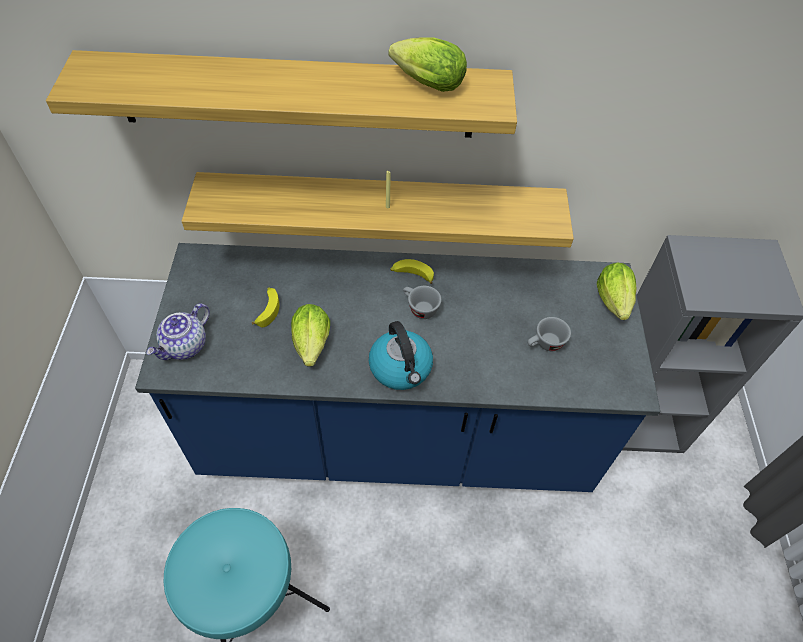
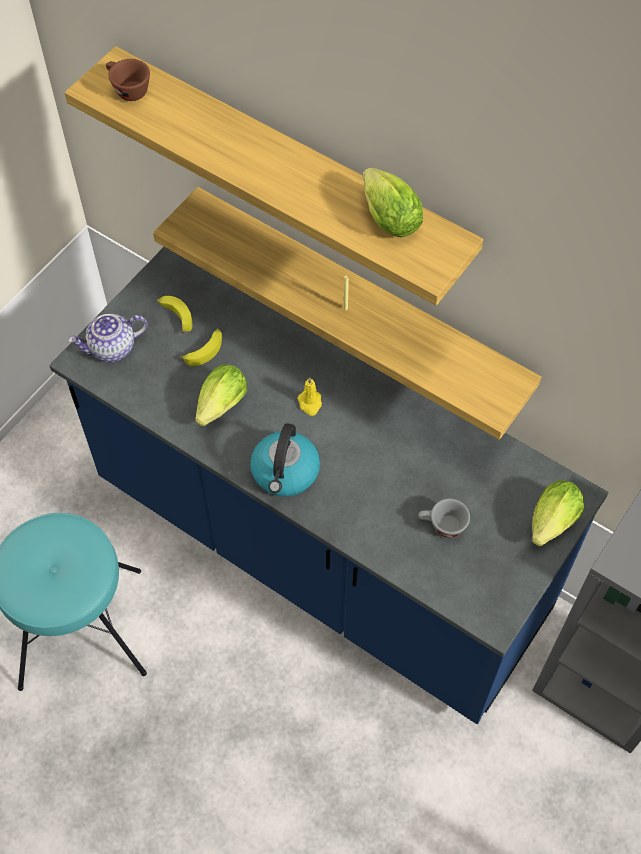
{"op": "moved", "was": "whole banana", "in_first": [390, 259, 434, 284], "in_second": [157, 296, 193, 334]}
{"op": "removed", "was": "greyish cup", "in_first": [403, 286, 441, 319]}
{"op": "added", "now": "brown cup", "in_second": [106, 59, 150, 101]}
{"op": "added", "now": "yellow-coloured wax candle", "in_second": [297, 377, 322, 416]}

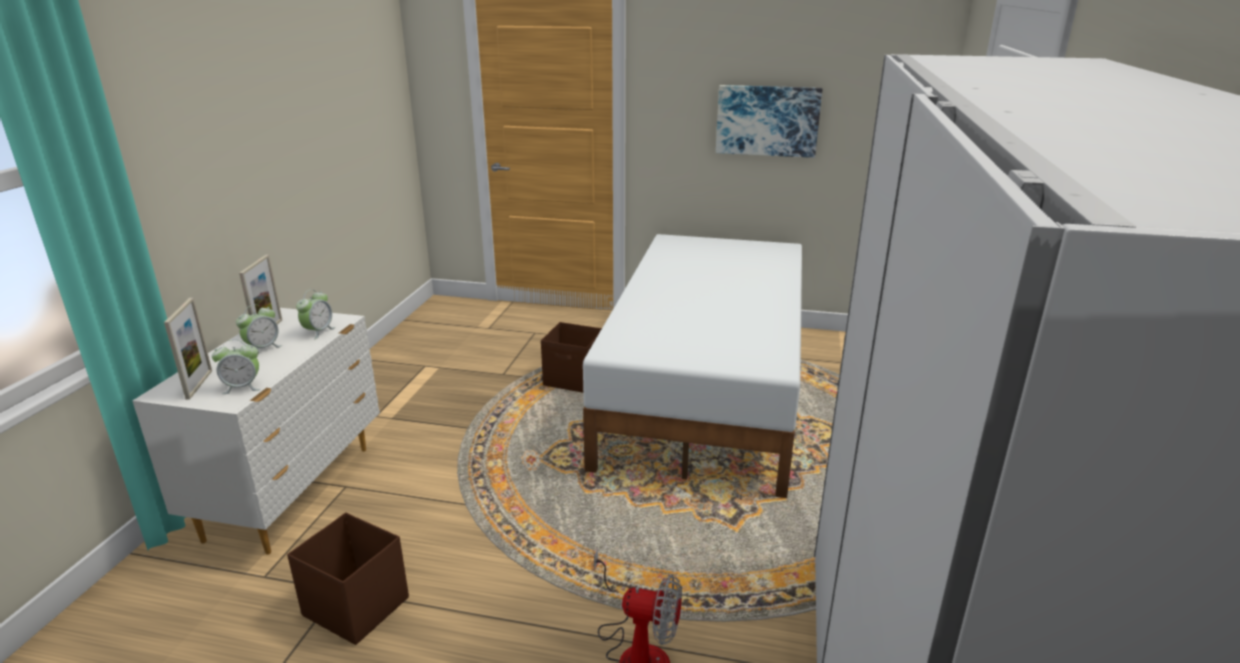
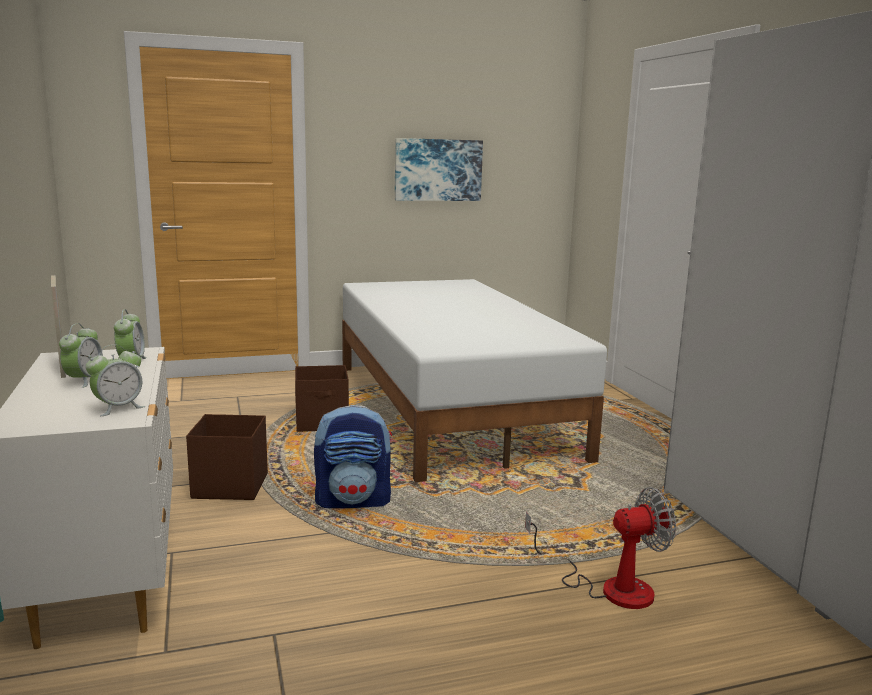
{"op": "removed", "was": "standing frame", "in_first": [164, 298, 212, 400]}
{"op": "moved", "was": "brown storage bin", "in_first": [287, 513, 409, 645], "in_second": [186, 414, 268, 500]}
{"op": "added", "now": "knapsack", "in_second": [314, 405, 392, 508]}

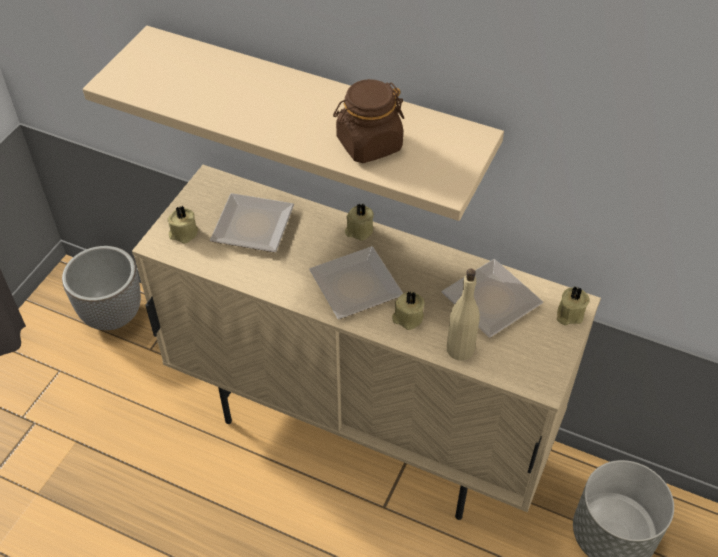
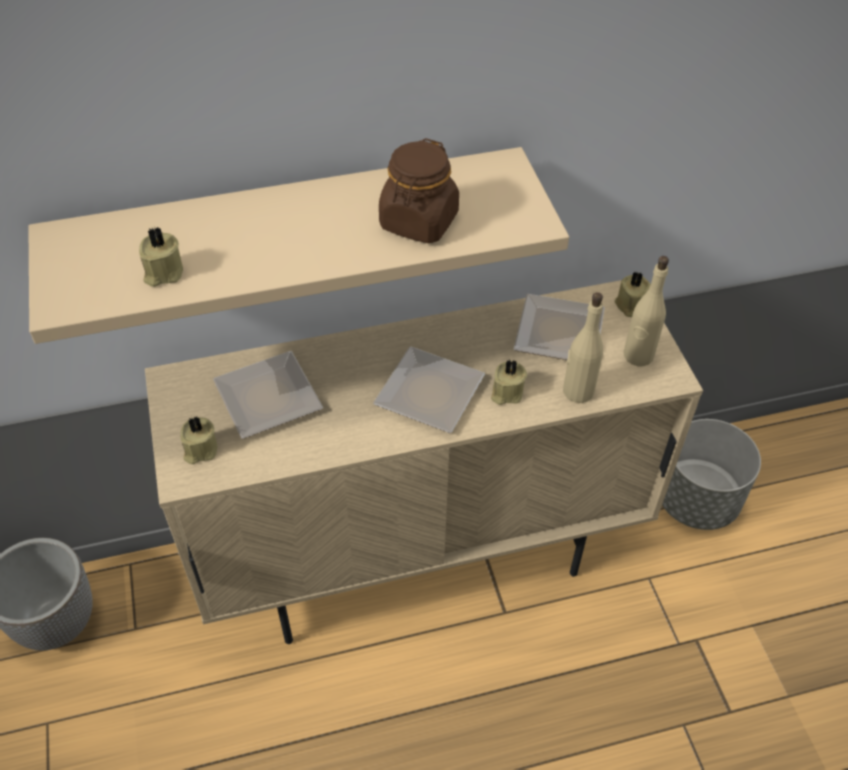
{"op": "moved", "was": "beige wax candle", "in_first": [345, 203, 374, 241], "in_second": [139, 227, 183, 287]}
{"op": "added", "now": "beige drink bottle", "in_second": [623, 256, 669, 366]}

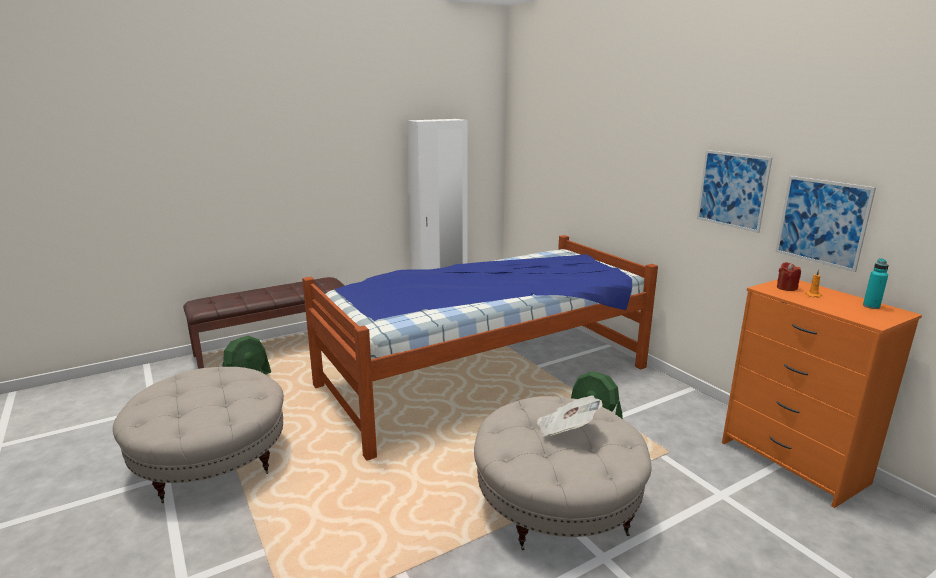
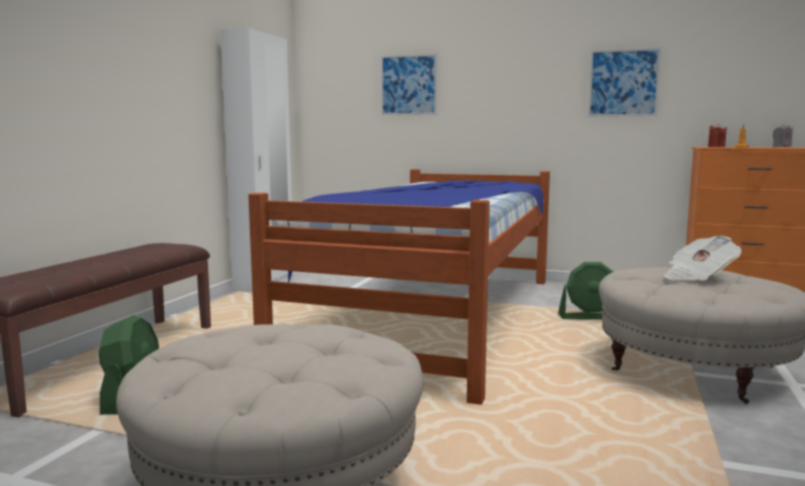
{"op": "moved", "was": "wall art", "in_first": [775, 176, 876, 272], "in_second": [381, 53, 437, 115]}
{"op": "replaced", "was": "turquoise drink bottle", "now": "greyish wax candle", "in_first": [863, 258, 889, 309], "in_second": [773, 124, 793, 147]}

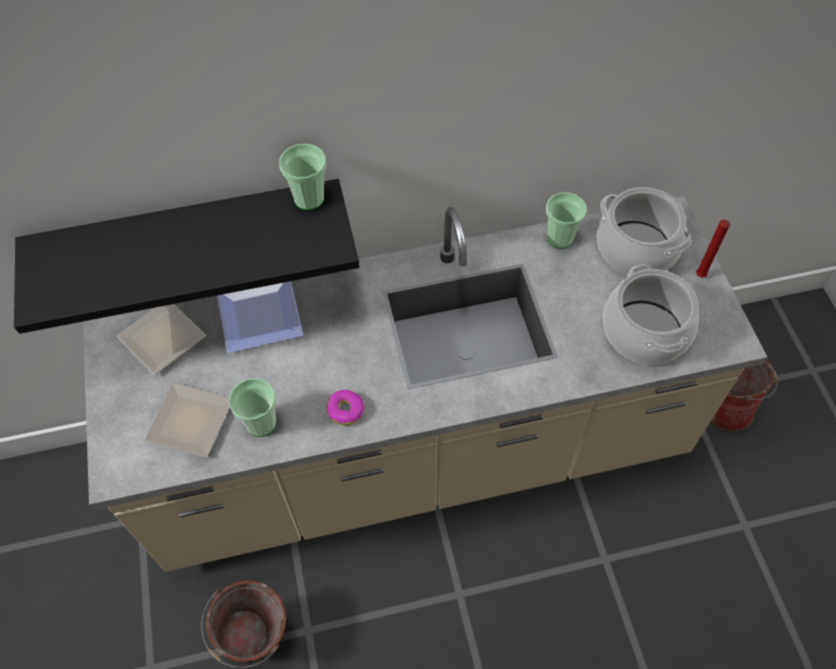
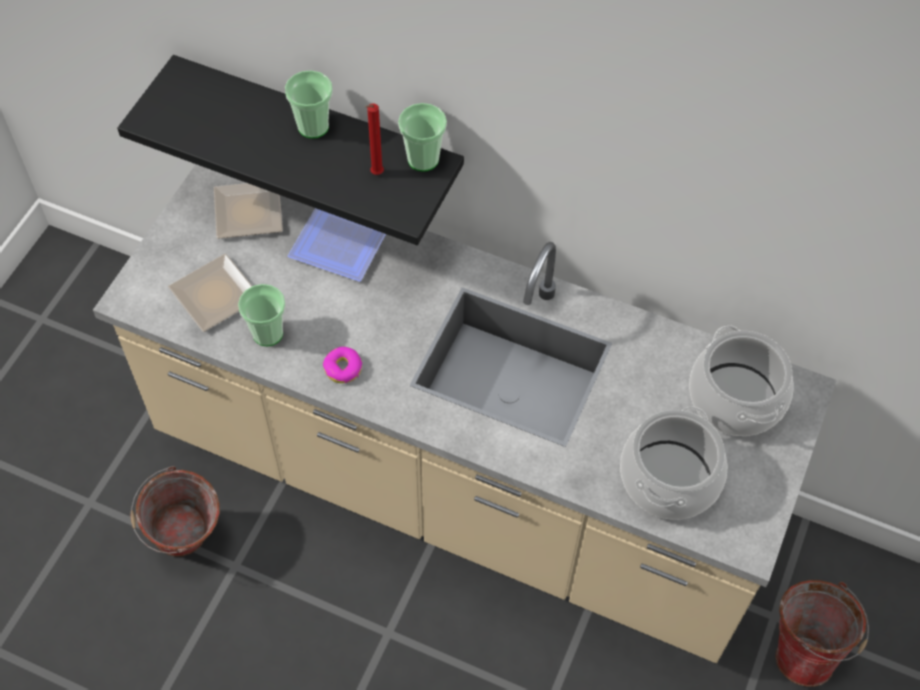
{"op": "moved", "was": "cup", "in_first": [546, 192, 587, 249], "in_second": [285, 71, 333, 138]}
{"op": "moved", "was": "red-coloured wax candle", "in_first": [696, 220, 731, 278], "in_second": [365, 104, 384, 175]}

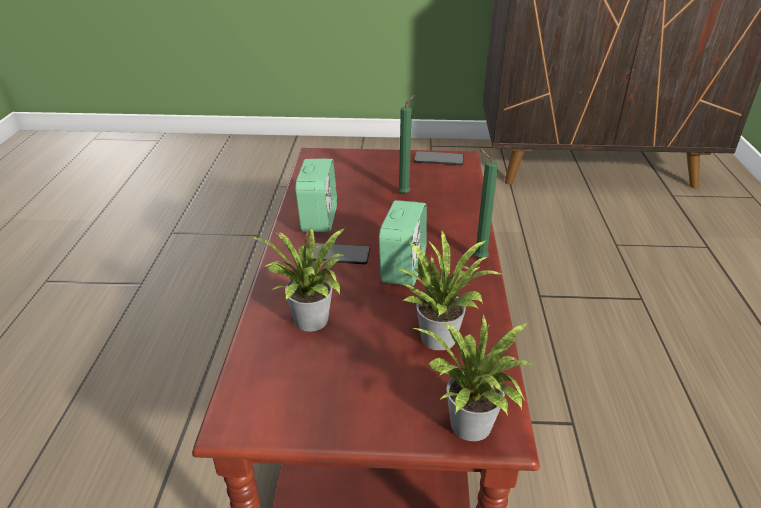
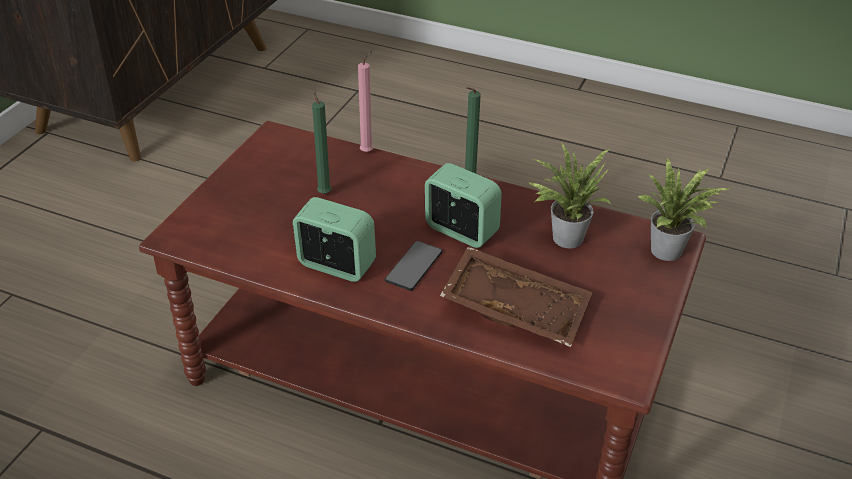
{"op": "removed", "was": "telephone", "in_first": [414, 151, 464, 165]}
{"op": "replaced", "was": "plant in a pot", "now": "brown serving tray", "in_first": [248, 226, 345, 332], "in_second": [440, 246, 593, 347]}
{"op": "added", "now": "pink wax candle", "in_second": [358, 50, 373, 153]}

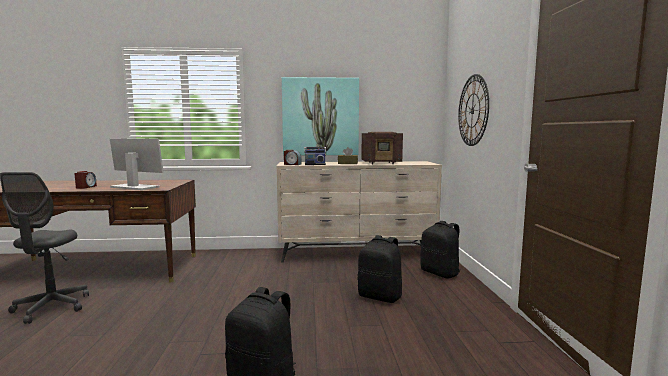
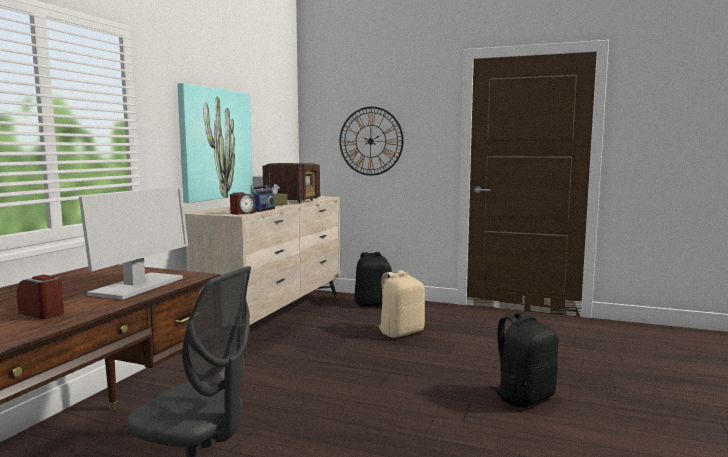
{"op": "turned", "was": "computer display", "in_first": [109, 138, 164, 190], "in_second": [79, 187, 188, 300], "clockwise": 150}
{"op": "recoloured", "was": "blackish knapsack", "now": "beige knapsack", "in_first": [357, 235, 402, 303], "in_second": [378, 270, 425, 338]}

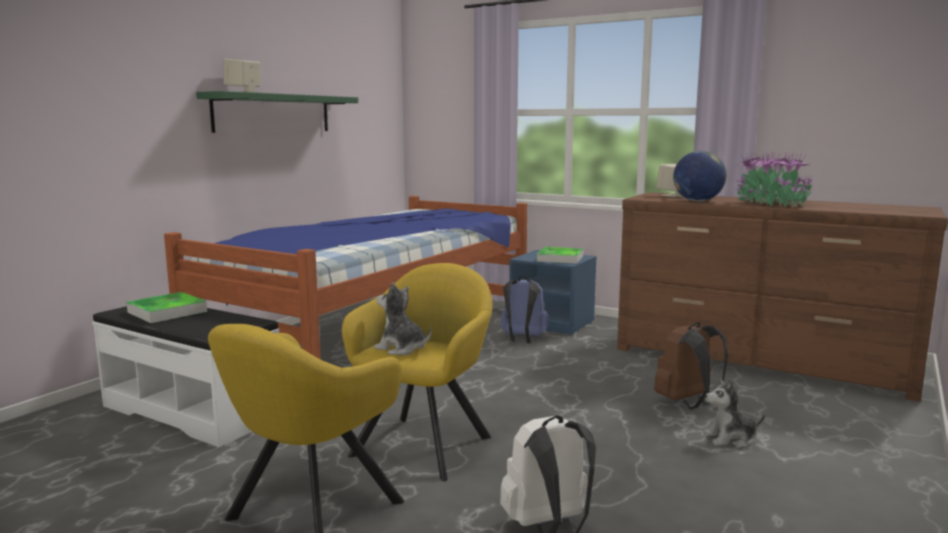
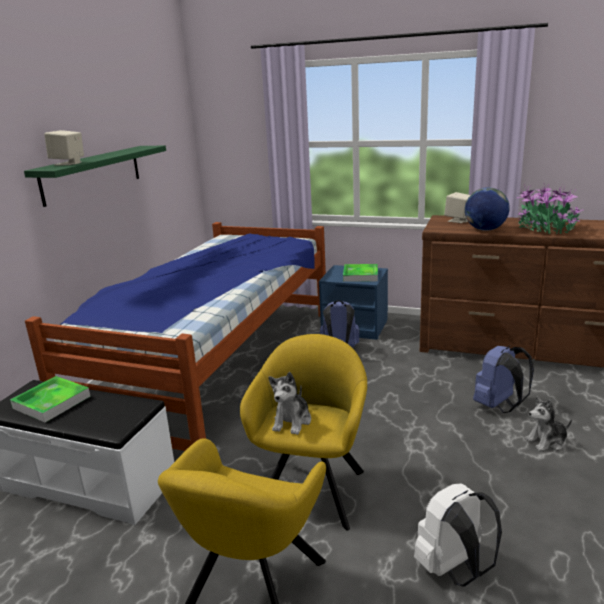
{"op": "turned", "was": "soft toy", "in_first": [374, 282, 432, 355], "in_second": [268, 372, 311, 435], "clockwise": -90}
{"op": "recoloured", "was": "brown knapsack", "now": "bluish knapsack", "in_first": [654, 322, 728, 409], "in_second": [473, 346, 534, 413]}

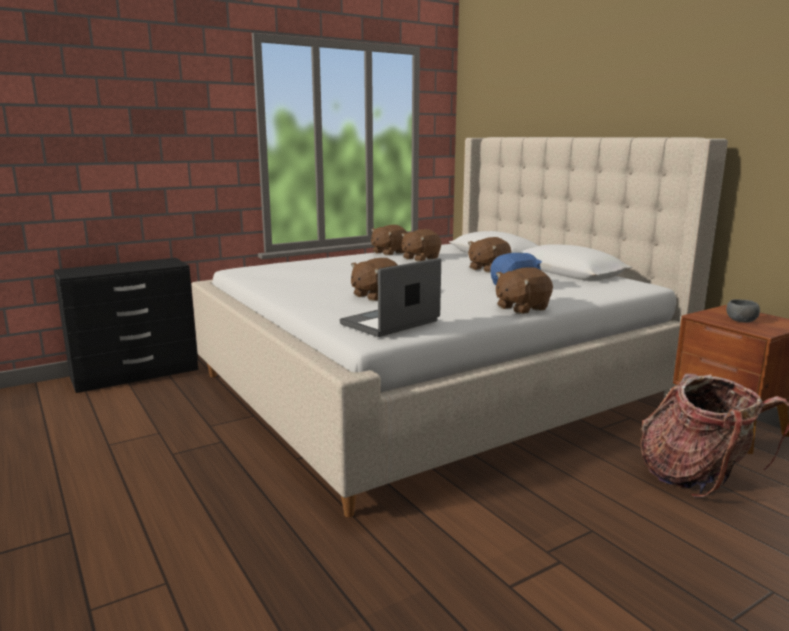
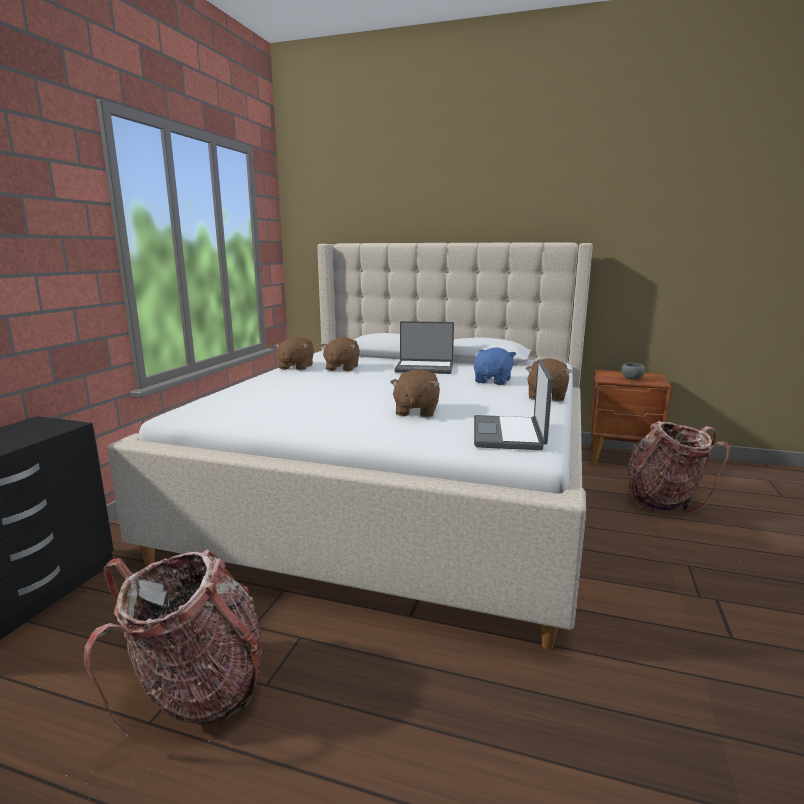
{"op": "replaced", "was": "brown soft toy", "now": "notebook computer", "in_first": [468, 237, 511, 273], "in_second": [394, 321, 454, 374]}
{"op": "added", "now": "knapsack", "in_second": [84, 549, 262, 737]}

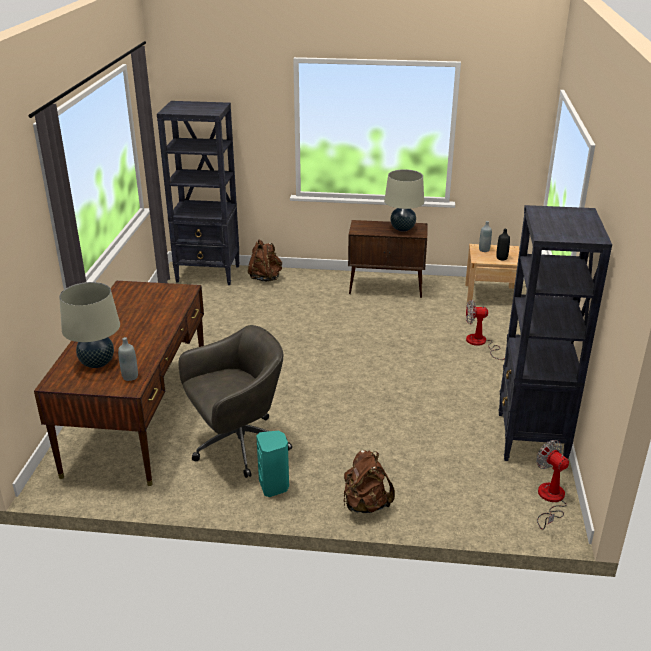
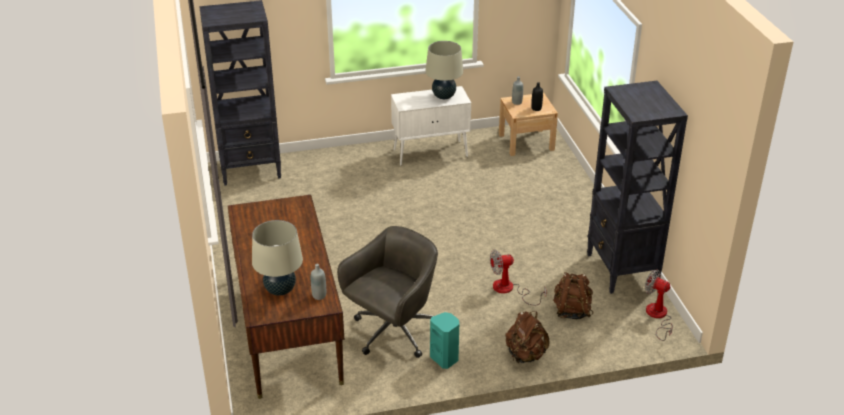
{"op": "recoloured", "was": "brown storage cabinet", "now": "whitish storage cabinet", "in_first": [348, 220, 428, 298], "in_second": [391, 86, 471, 166]}
{"op": "moved", "was": "brown knapsack", "in_first": [248, 240, 282, 282], "in_second": [553, 272, 593, 319]}
{"op": "moved", "was": "electric fan", "in_first": [466, 300, 505, 360], "in_second": [490, 249, 547, 306]}

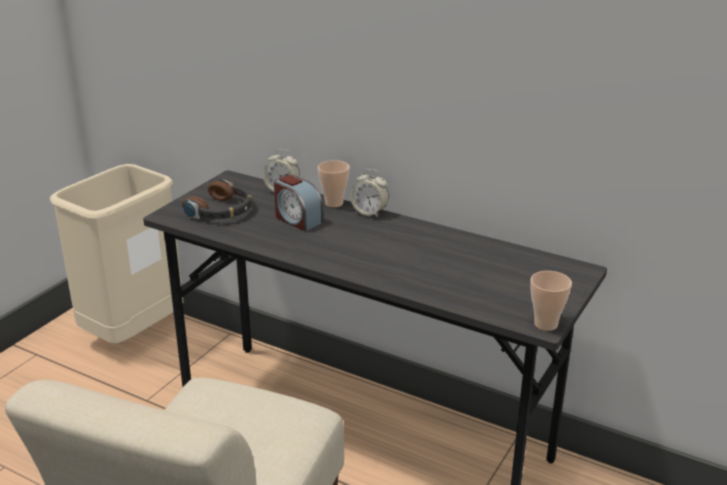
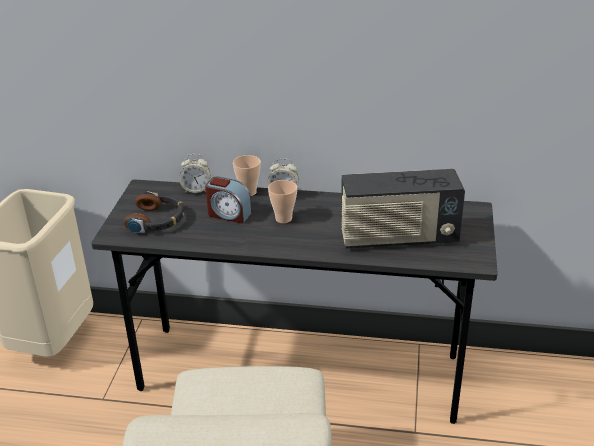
{"op": "moved", "was": "cup", "in_first": [530, 271, 572, 331], "in_second": [268, 180, 297, 223]}
{"op": "added", "now": "radio receiver", "in_second": [341, 169, 465, 249]}

